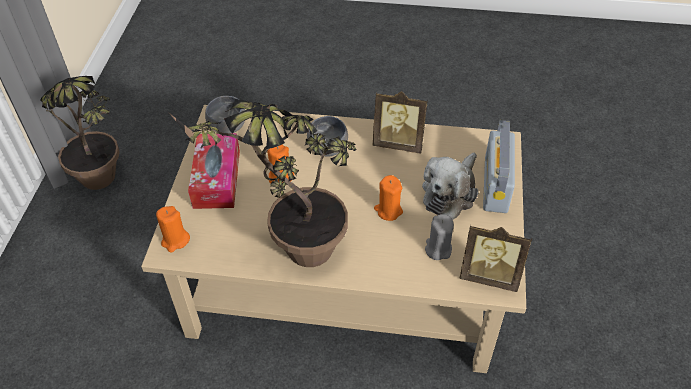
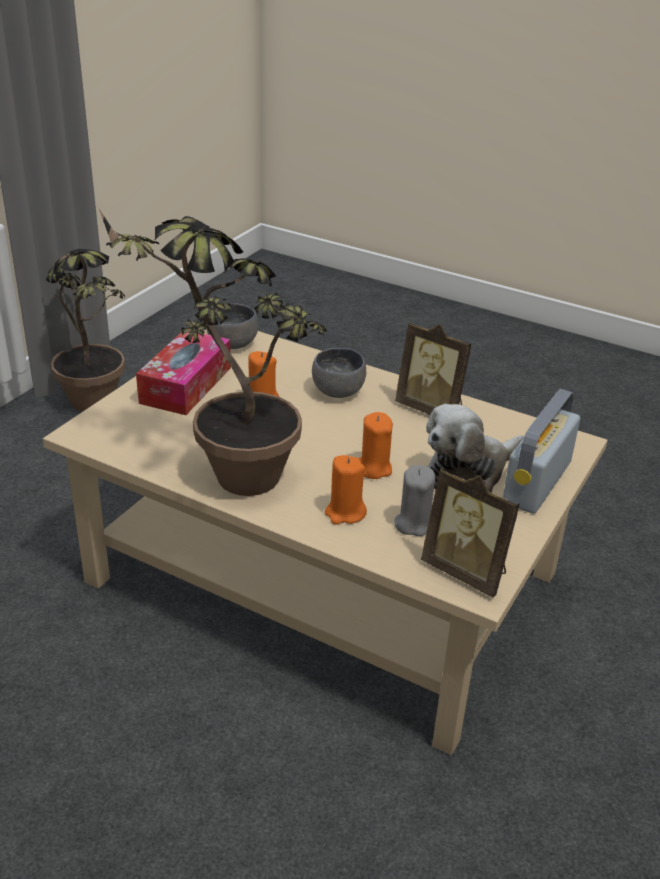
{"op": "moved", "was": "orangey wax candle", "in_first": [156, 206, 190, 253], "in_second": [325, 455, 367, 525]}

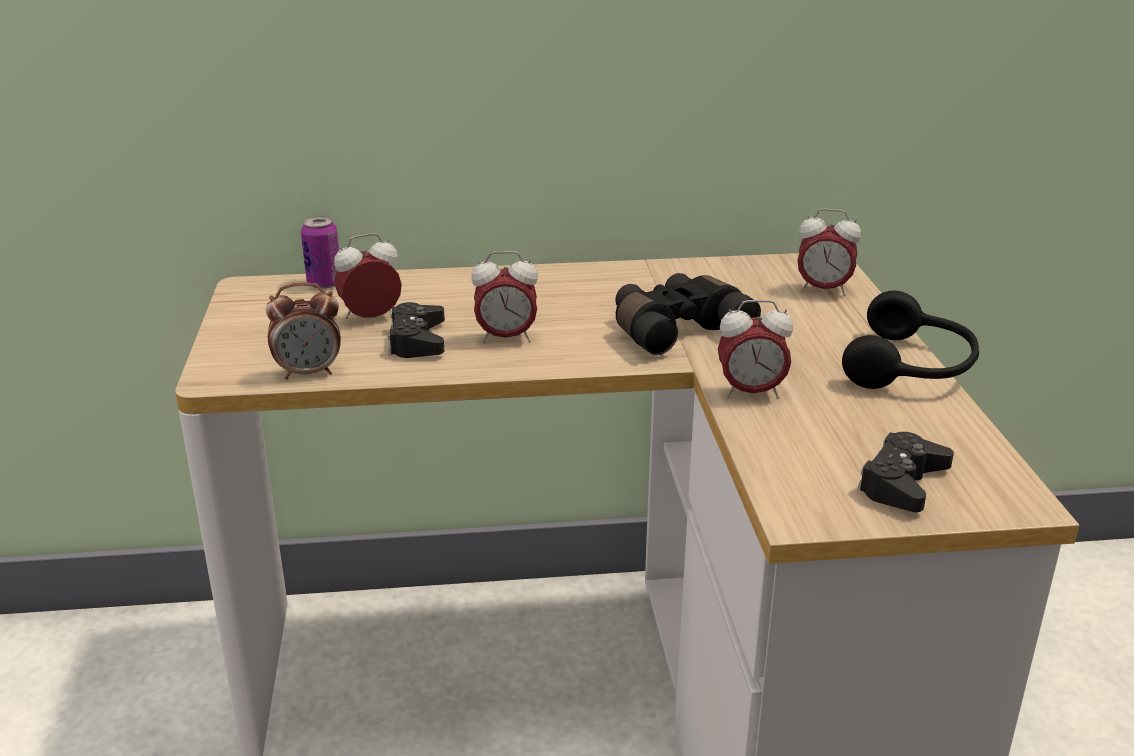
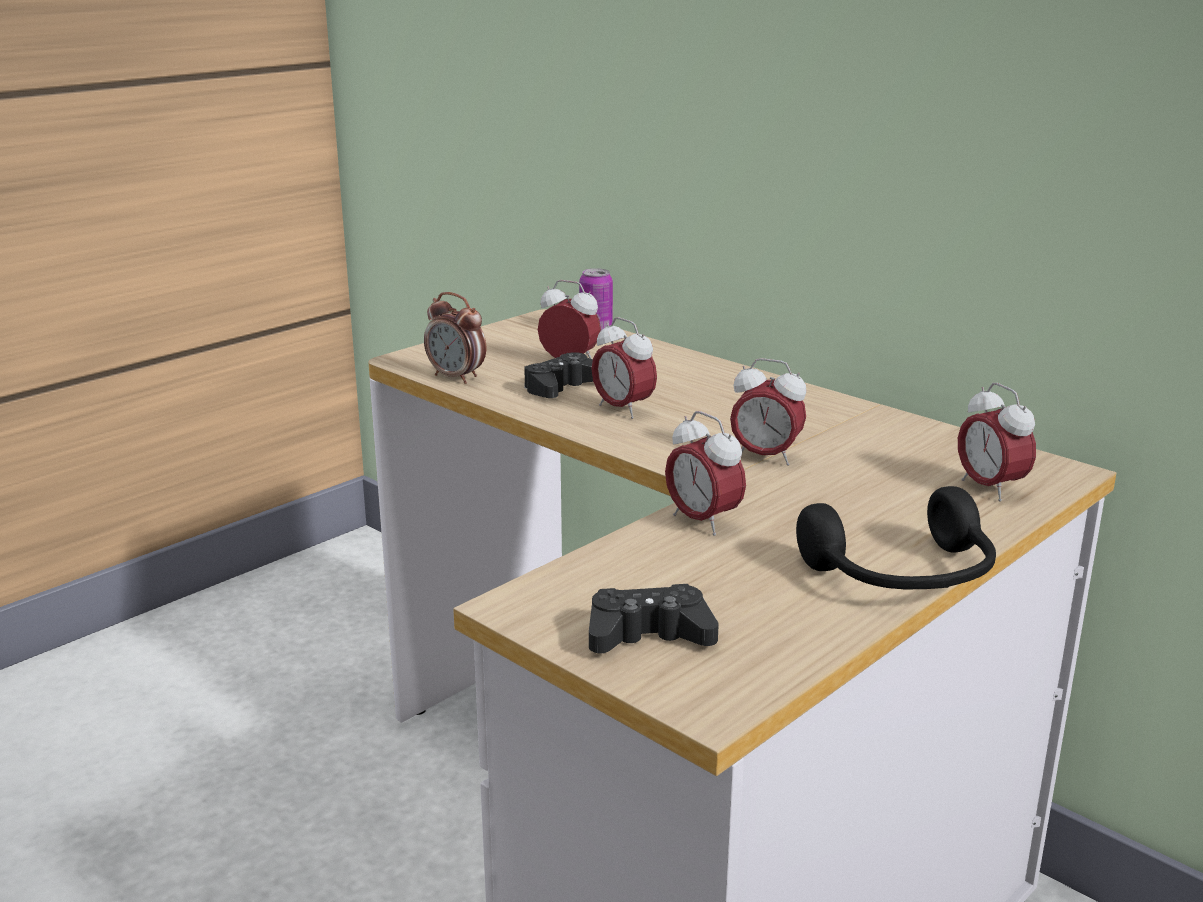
{"op": "replaced", "was": "blackish field glasses", "now": "alarm clock", "in_first": [615, 273, 761, 355], "in_second": [730, 358, 806, 466]}

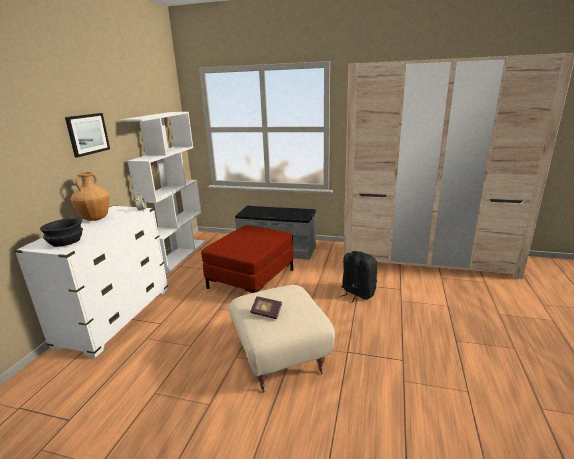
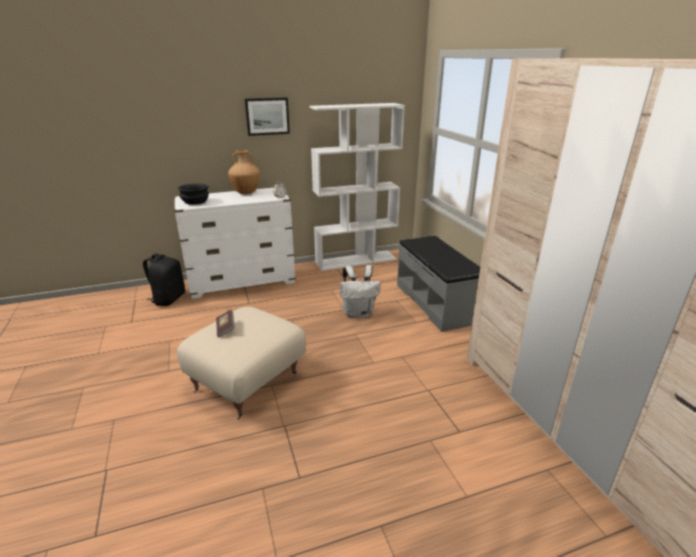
{"op": "replaced", "was": "red-coloured footrest", "now": "whitish knapsack", "in_first": [201, 225, 294, 293], "in_second": [340, 265, 381, 318]}
{"op": "moved", "was": "blackish knapsack", "in_first": [340, 251, 377, 303], "in_second": [143, 253, 185, 306]}

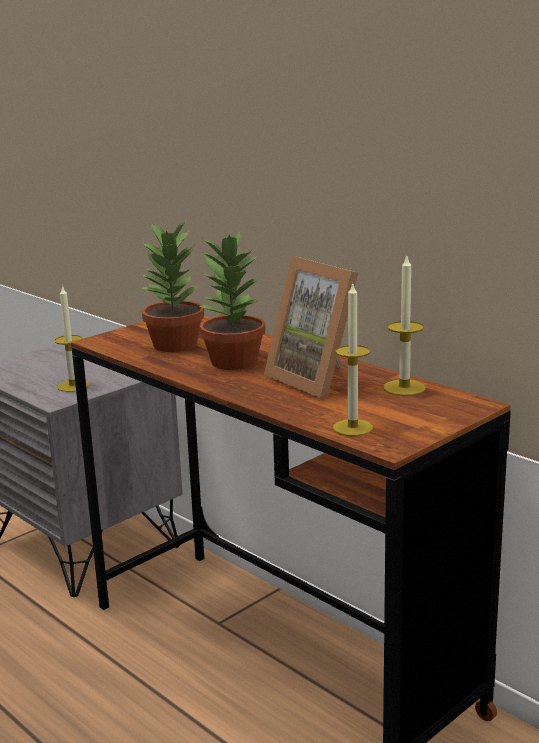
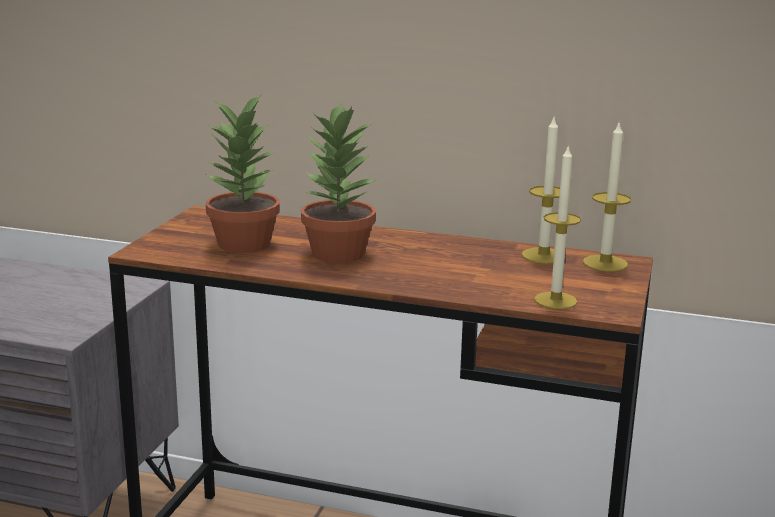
{"op": "removed", "was": "standing frame", "in_first": [264, 256, 358, 398]}
{"op": "moved", "was": "wax candle", "in_first": [54, 285, 90, 392], "in_second": [583, 123, 631, 272]}

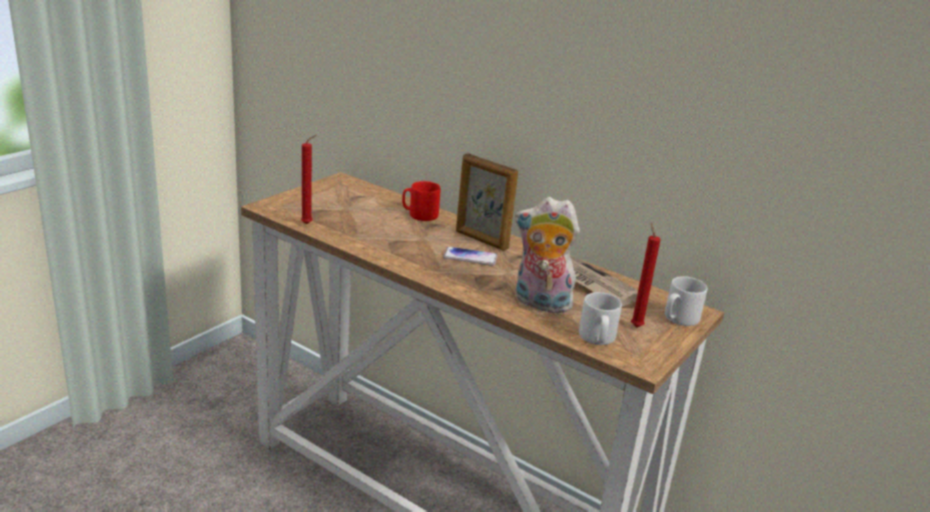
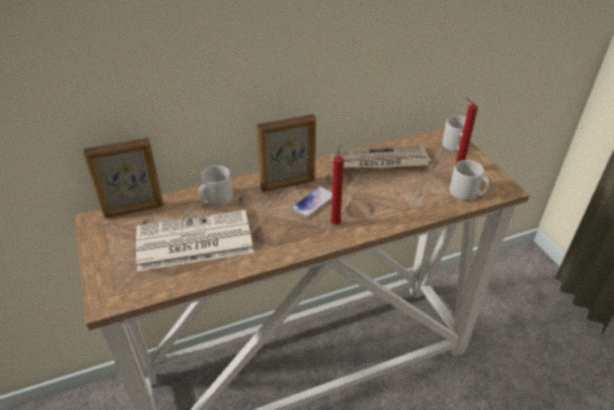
{"op": "moved", "was": "red-coloured wax candle", "in_first": [301, 135, 317, 224], "in_second": [330, 145, 344, 225]}
{"op": "recoloured", "was": "red-coloured mug", "now": "greyish mug", "in_first": [402, 181, 441, 221], "in_second": [198, 165, 233, 207]}
{"op": "removed", "was": "soft toy", "in_first": [515, 197, 580, 313]}
{"op": "added", "now": "standing frame", "in_second": [83, 138, 164, 218]}
{"op": "added", "now": "printed paper", "in_second": [136, 210, 254, 271]}

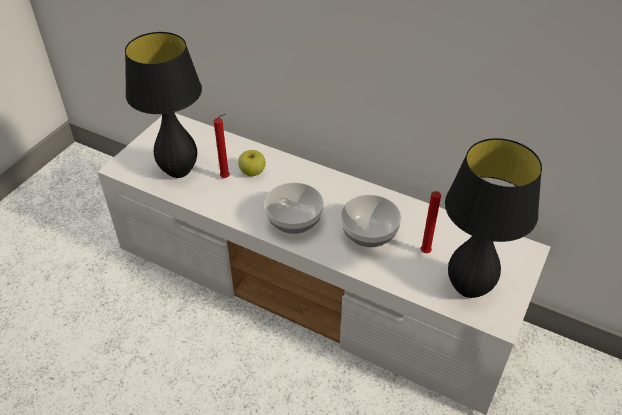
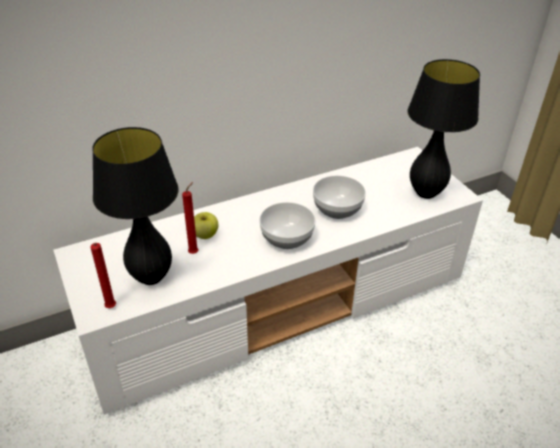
{"op": "moved", "was": "red-coloured wax candle", "in_first": [421, 191, 441, 253], "in_second": [90, 243, 116, 308]}

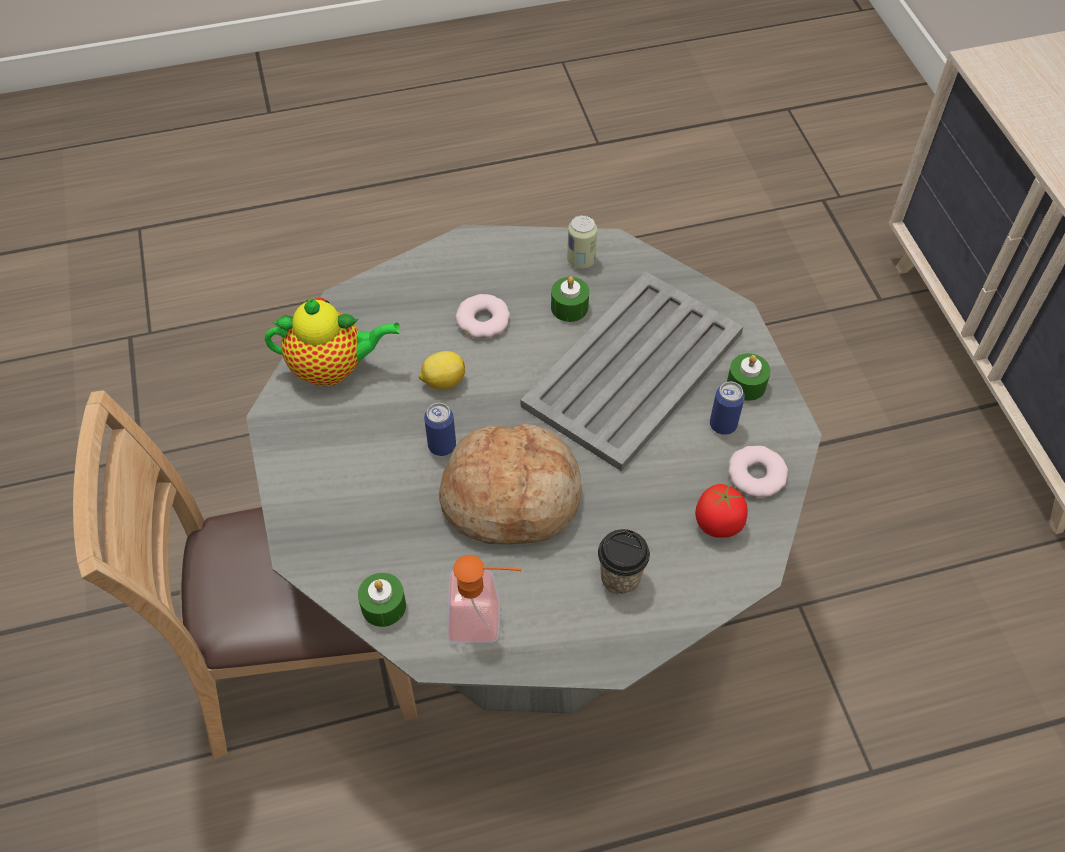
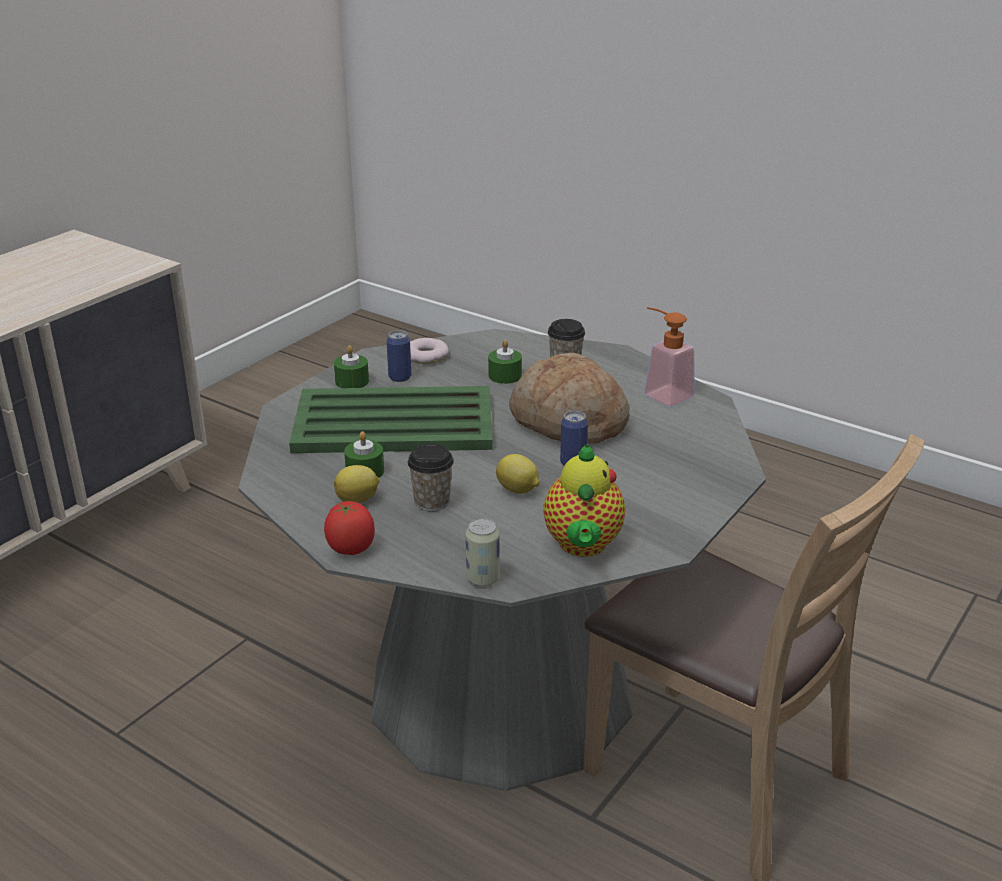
{"op": "moved", "was": "sealed can", "in_first": [567, 215, 597, 269], "in_second": [466, 518, 500, 586]}
{"op": "recoloured", "was": "greyish serving tray", "now": "green-coloured serving tray", "in_first": [521, 271, 744, 471], "in_second": [289, 386, 493, 453]}
{"op": "replaced", "was": "donut", "now": "cup", "in_first": [455, 294, 510, 338], "in_second": [408, 443, 454, 511]}
{"op": "turned", "was": "tea pot", "in_first": [265, 298, 400, 386], "in_second": [543, 444, 625, 557], "clockwise": -135}
{"op": "moved", "was": "fresh tomato", "in_first": [695, 484, 748, 538], "in_second": [324, 501, 375, 555]}
{"op": "moved", "was": "green-coloured wax candle", "in_first": [358, 573, 406, 627], "in_second": [488, 340, 522, 384]}
{"op": "added", "now": "whole lemon", "in_second": [334, 465, 380, 503]}

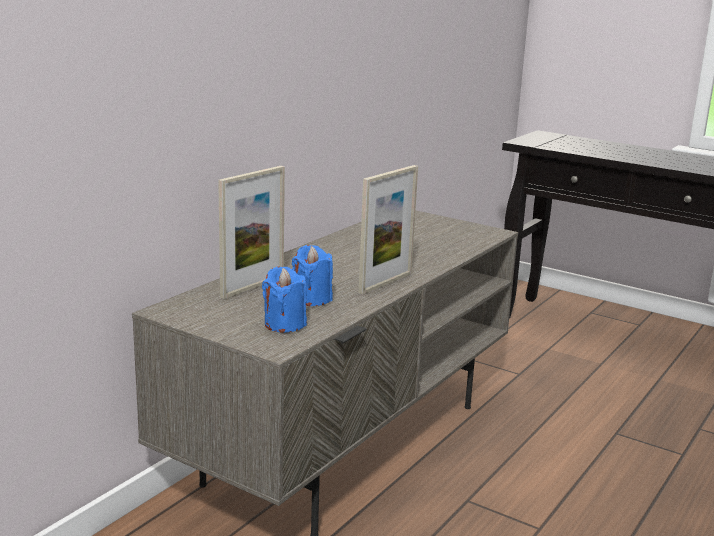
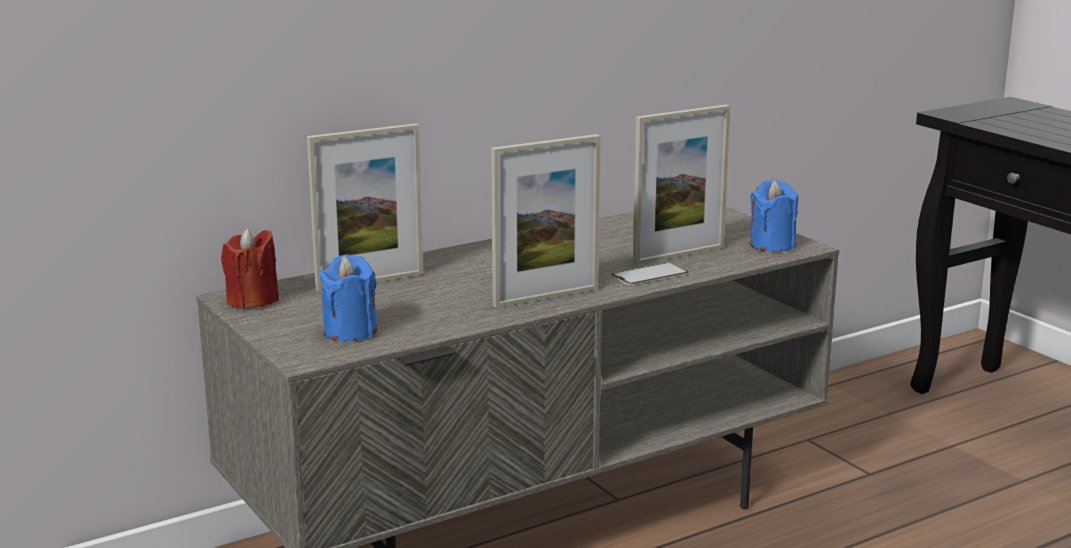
{"op": "moved", "was": "bluish wax candle", "in_first": [292, 245, 333, 306], "in_second": [750, 180, 798, 252]}
{"op": "added", "now": "standing frame", "in_second": [632, 105, 730, 265]}
{"op": "added", "now": "red-coloured wax candle", "in_second": [221, 228, 279, 309]}
{"op": "added", "now": "telephone", "in_second": [612, 262, 688, 285]}

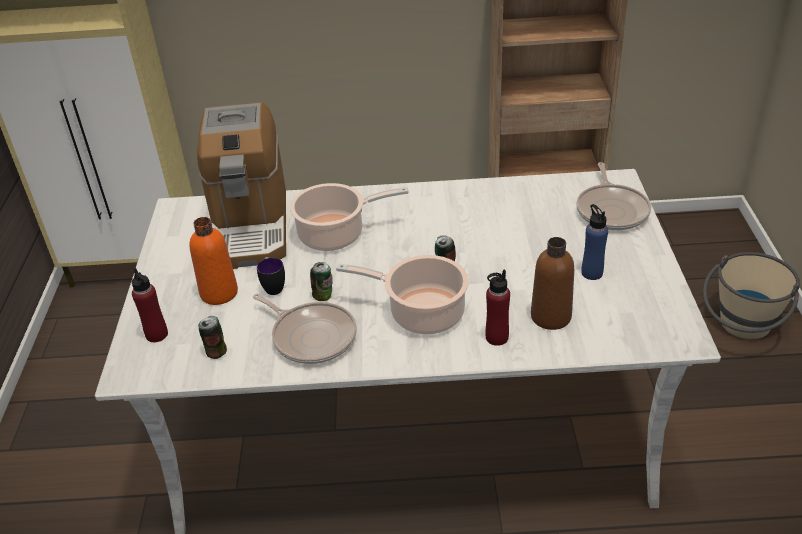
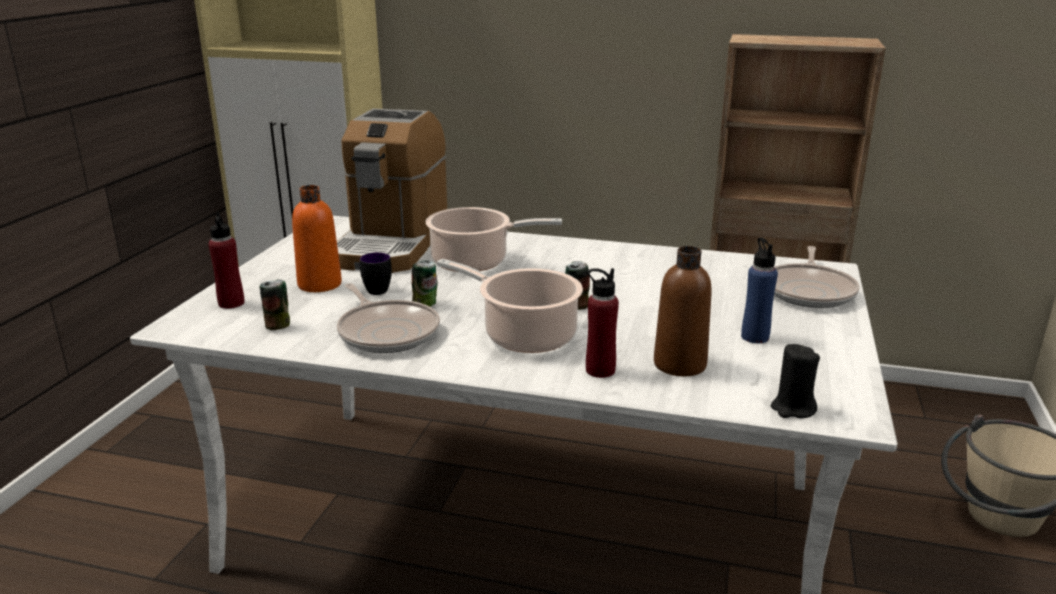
{"op": "added", "now": "blackish wax candle", "in_second": [771, 344, 820, 418]}

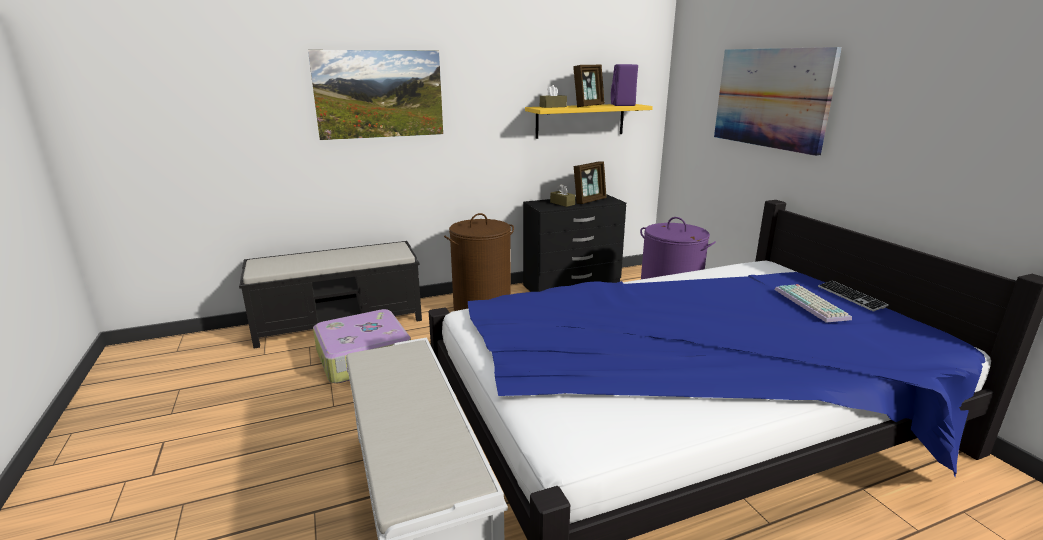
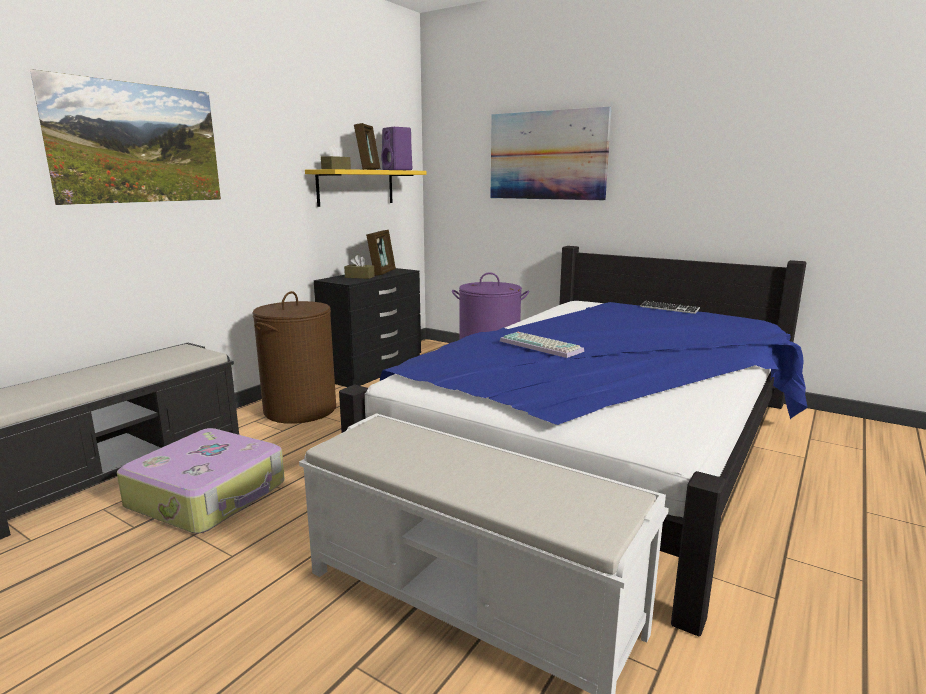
{"op": "moved", "was": "PC keyboard", "in_first": [775, 284, 852, 323], "in_second": [500, 332, 584, 358]}

